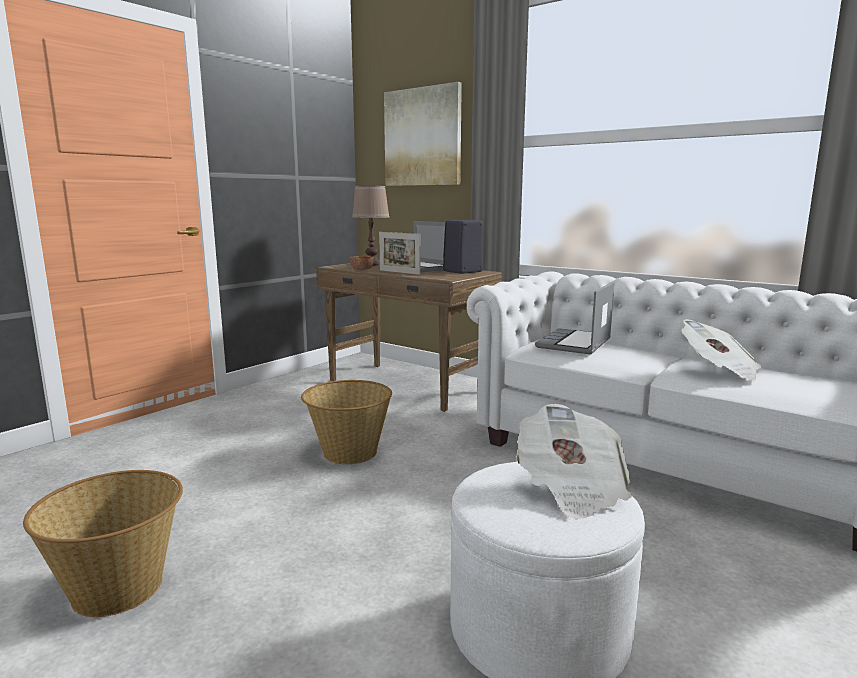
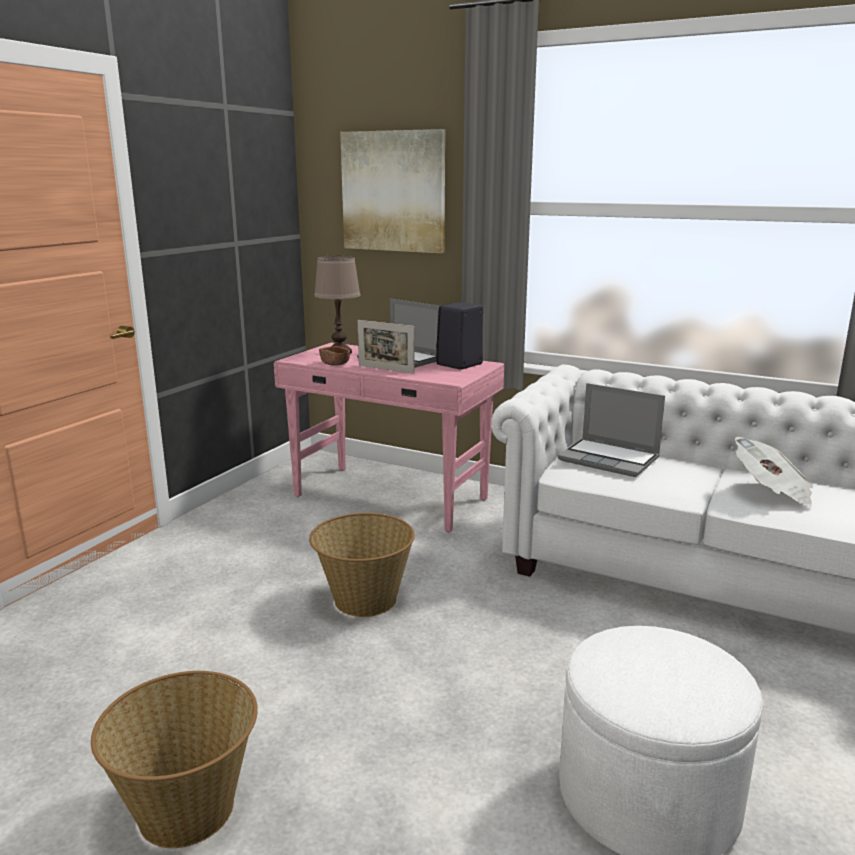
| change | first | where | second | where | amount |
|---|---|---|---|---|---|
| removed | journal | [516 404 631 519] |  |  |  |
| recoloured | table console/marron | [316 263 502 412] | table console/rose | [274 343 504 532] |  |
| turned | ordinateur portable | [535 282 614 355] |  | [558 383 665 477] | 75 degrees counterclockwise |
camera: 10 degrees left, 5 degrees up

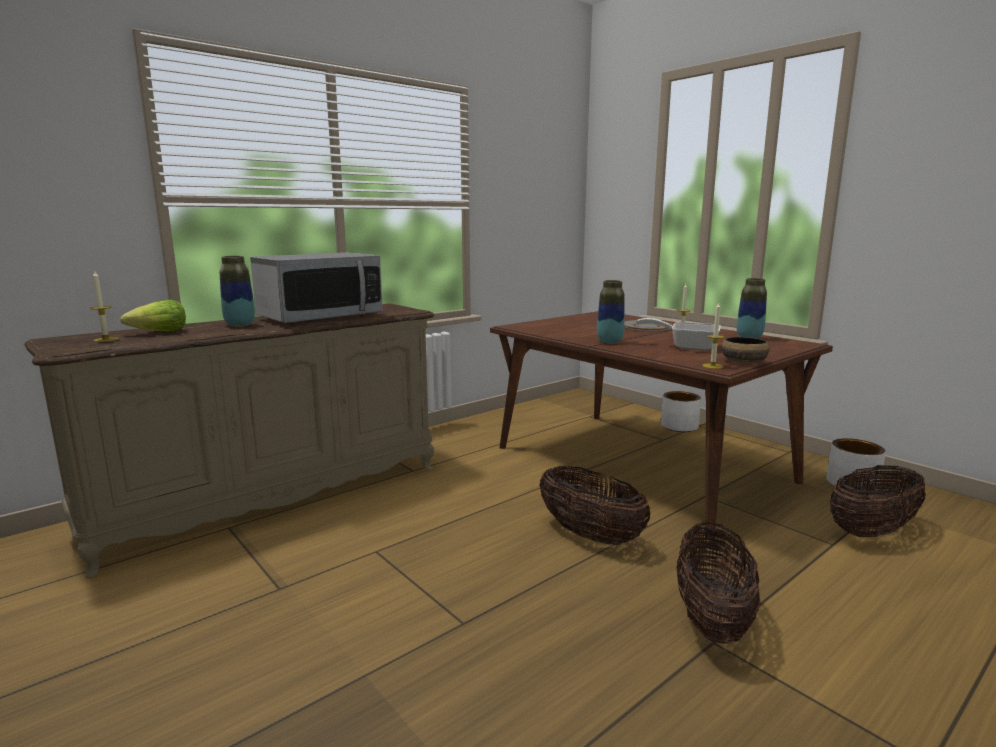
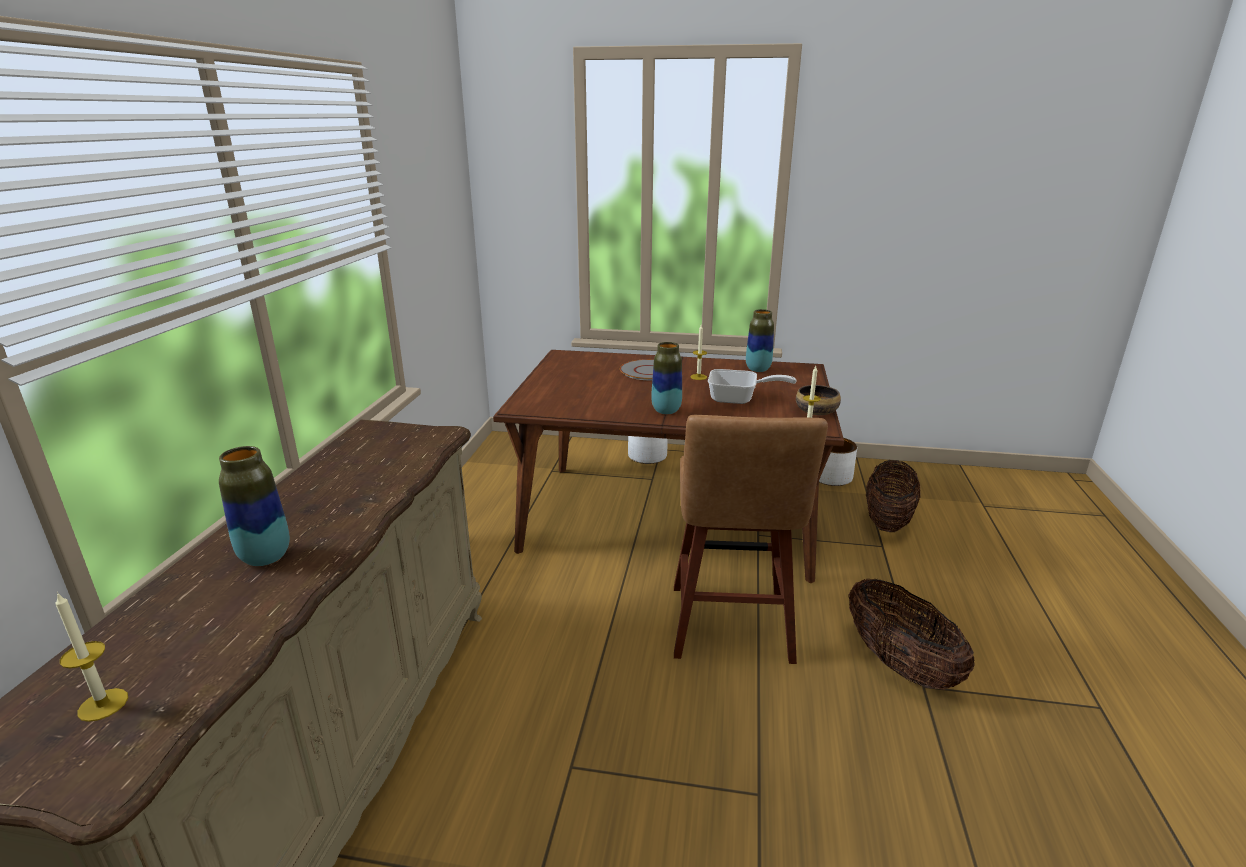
| change | first | where | second | where | amount |
|---|---|---|---|---|---|
| removed | laitue | [120 300 186 332] |  |  |  |
| removed | micro-ondes | [250 253 383 324] |  |  |  |
| replaced | panier | [539 466 651 545] | tabouret/marron | [674 415 828 664] |  |
| turned | poêle | [636 318 721 351] |  | [708 369 796 404] | 150 degrees counterclockwise |
camera: 40 degrees left, 10 degrees up

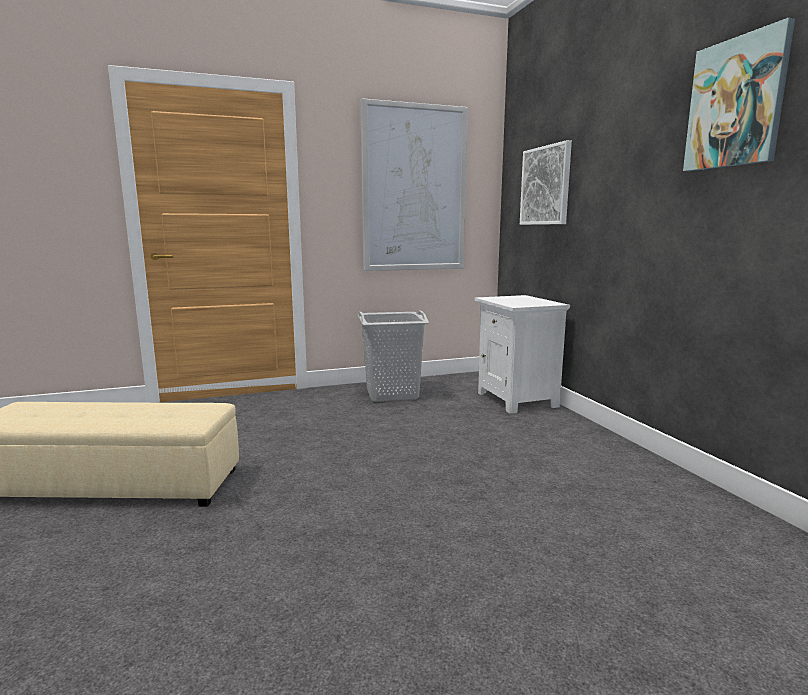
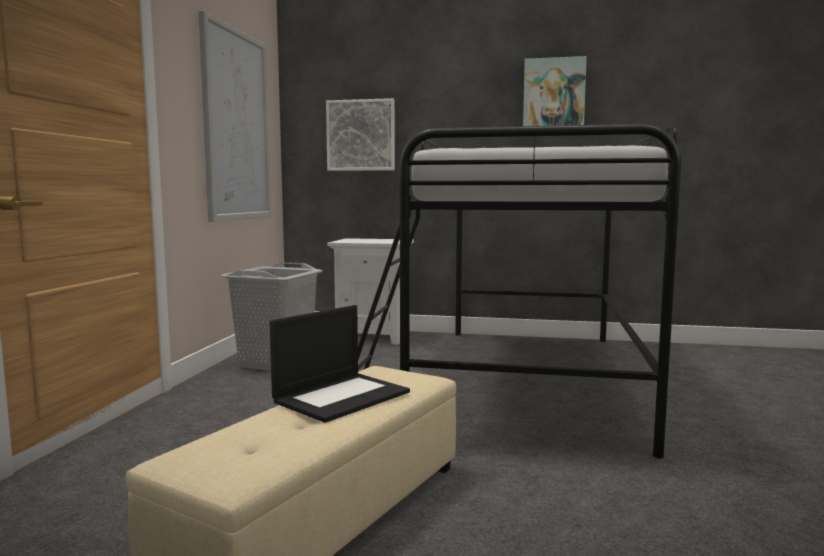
| change | first | where | second | where | amount |
|---|---|---|---|---|---|
| added |  |  | ordinateur portable | [269 305 410 423] |  |
| added |  |  | lit/noir | [358 124 681 458] |  |
camera: 60 degrees left, 5 degrees down

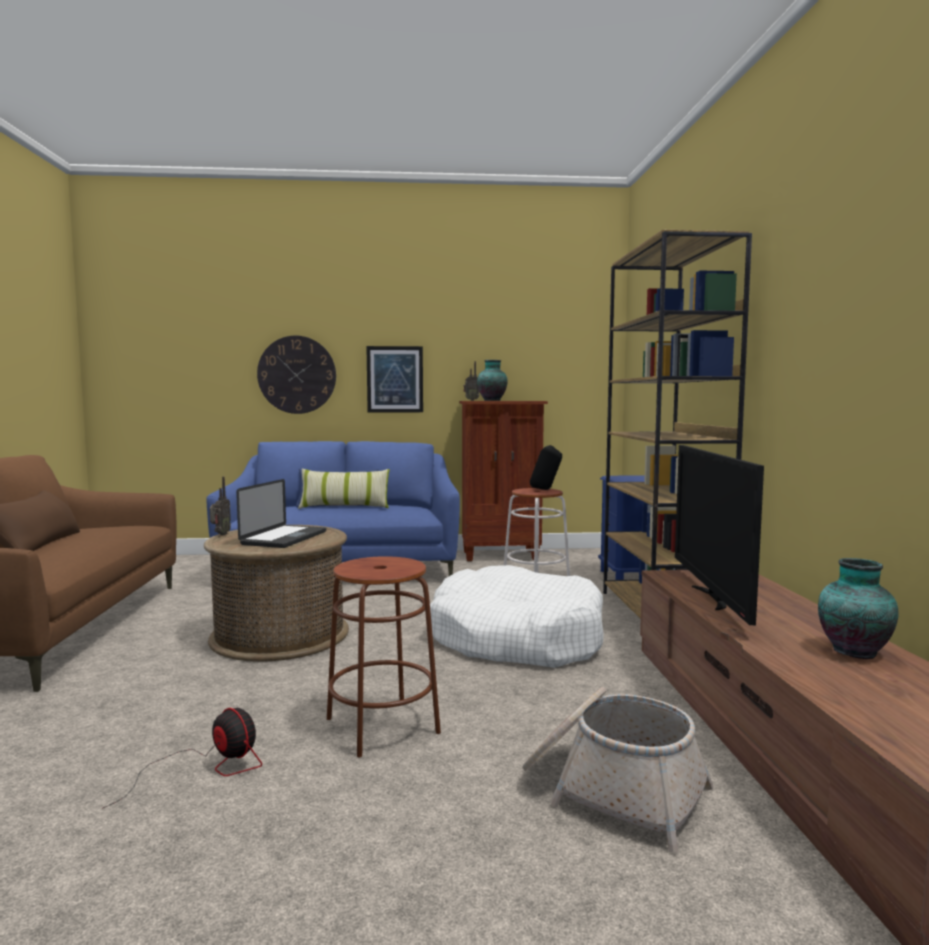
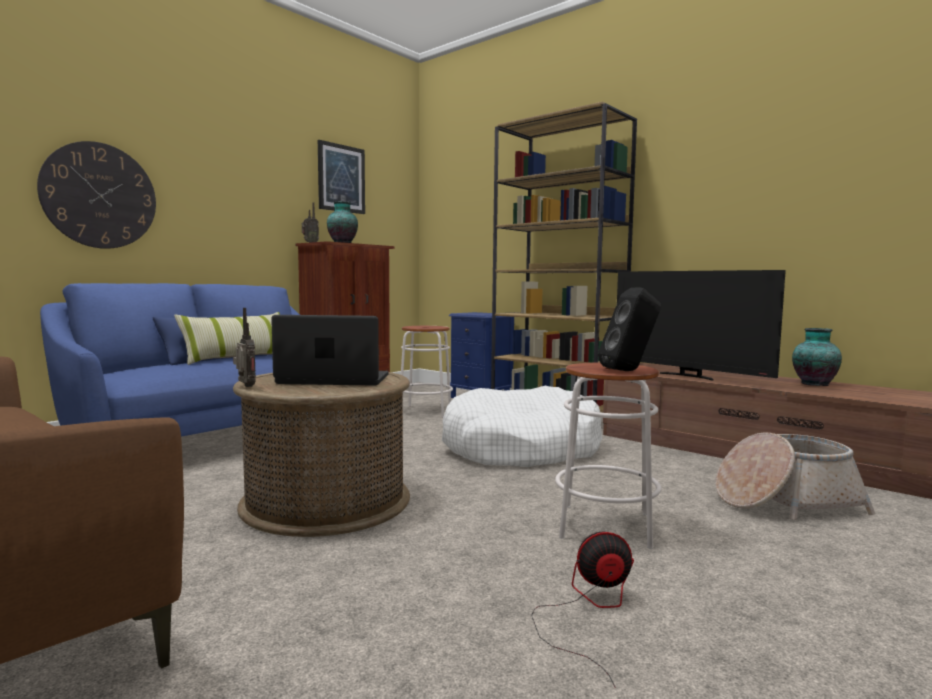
| change | first | where | second | where | amount |
|---|---|---|---|---|---|
| moved | tableau | [366 346 423 412] |  | [318 140 365 214] |  |
| moved | enceinte/noir | [530 445 562 490] |  | [598 287 661 371] |  |
| recoloured | tabouret/marron | [327 556 441 757] | tabouret/blanc | [555 363 661 549] |  |
| turned | ordinateur portable | [236 479 326 548] |  | [271 315 389 386] | 60 degrees counterclockwise |
camera: 45 degrees left, 0 degrees up

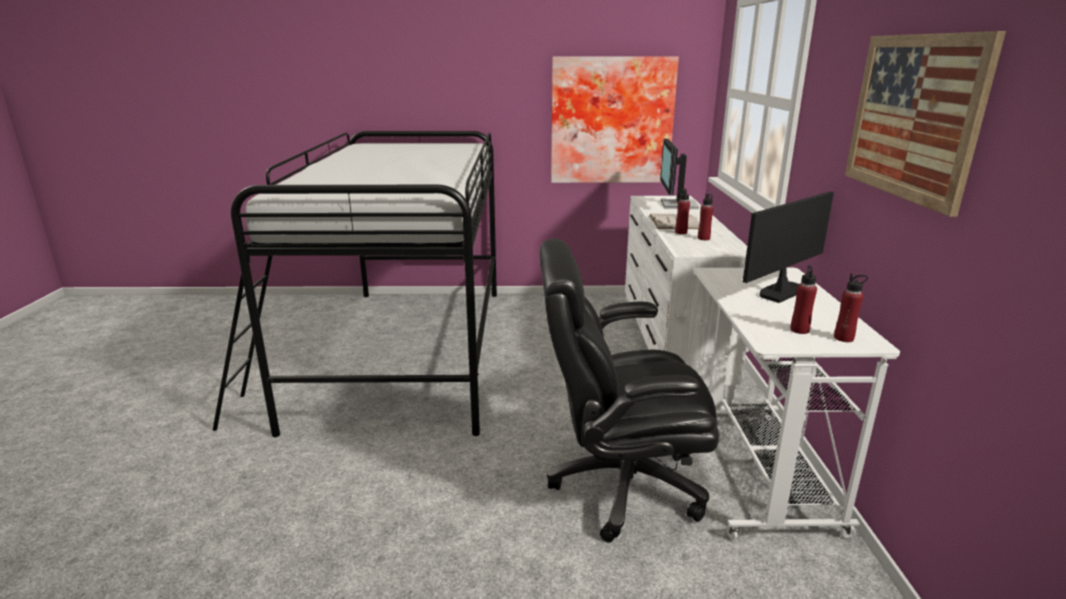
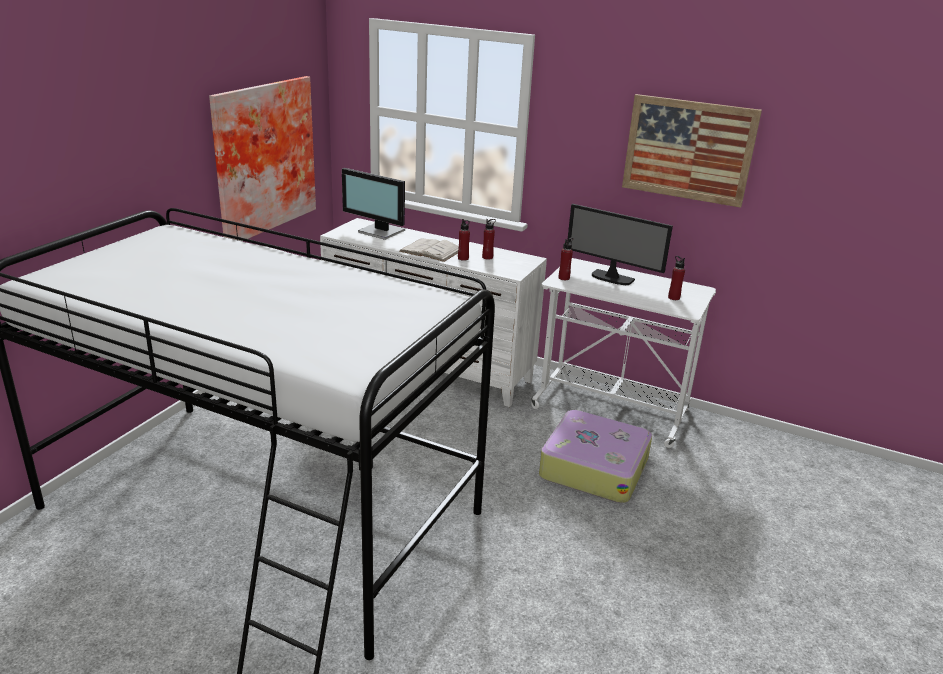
| change | first | where | second | where | amount |
|---|---|---|---|---|---|
| moved | bouteille/rouge | [834 273 868 342] |  | [559 238 573 280] |  |
| replaced | chaise de bureau/noir | [540 238 719 543] | valise | [539 410 652 503] |  |
| turned | écran d'ordinateur | [743 192 834 303] |  | [567 204 673 285] | 45 degrees counterclockwise |
camera: 65 degrees left, 5 degrees up

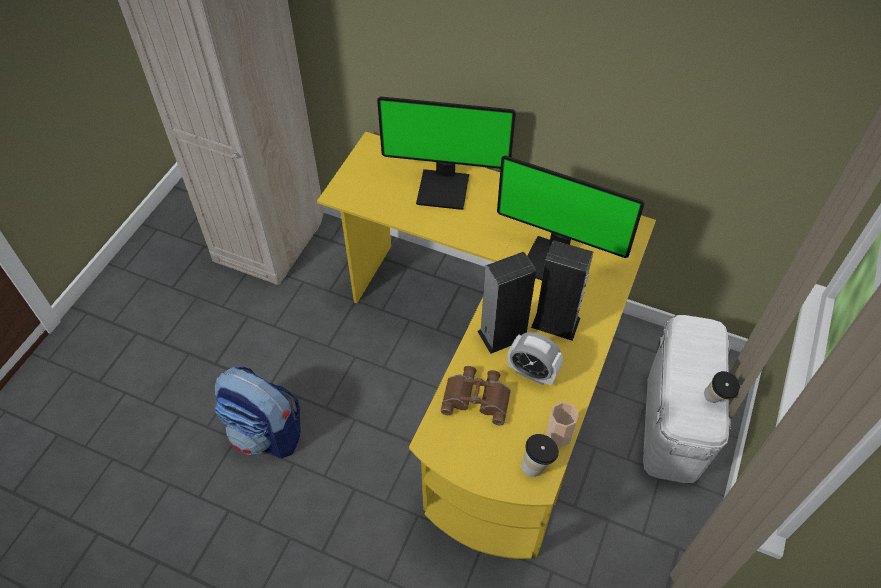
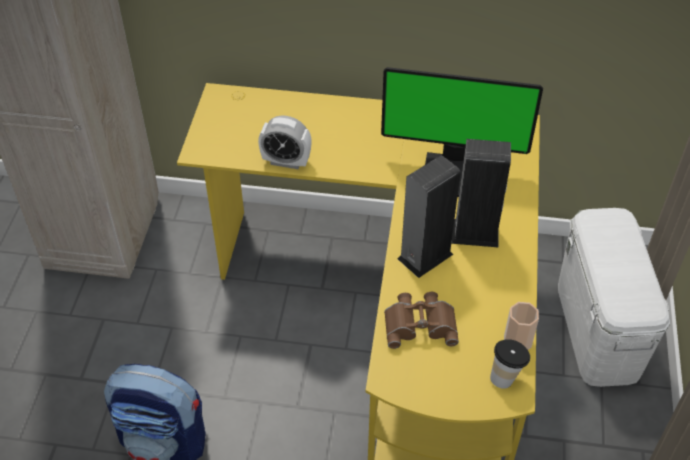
| change | first | where | second | where | amount |
|---|---|---|---|---|---|
| removed | écran d'ordinateur | [377 96 516 210] |  |  |  |
| removed | tasse | [704 371 740 403] |  |  |  |
| moved | réveil | [508 332 563 385] |  | [258 115 311 169] |  |
camera: 15 degrees left, 5 degrees down

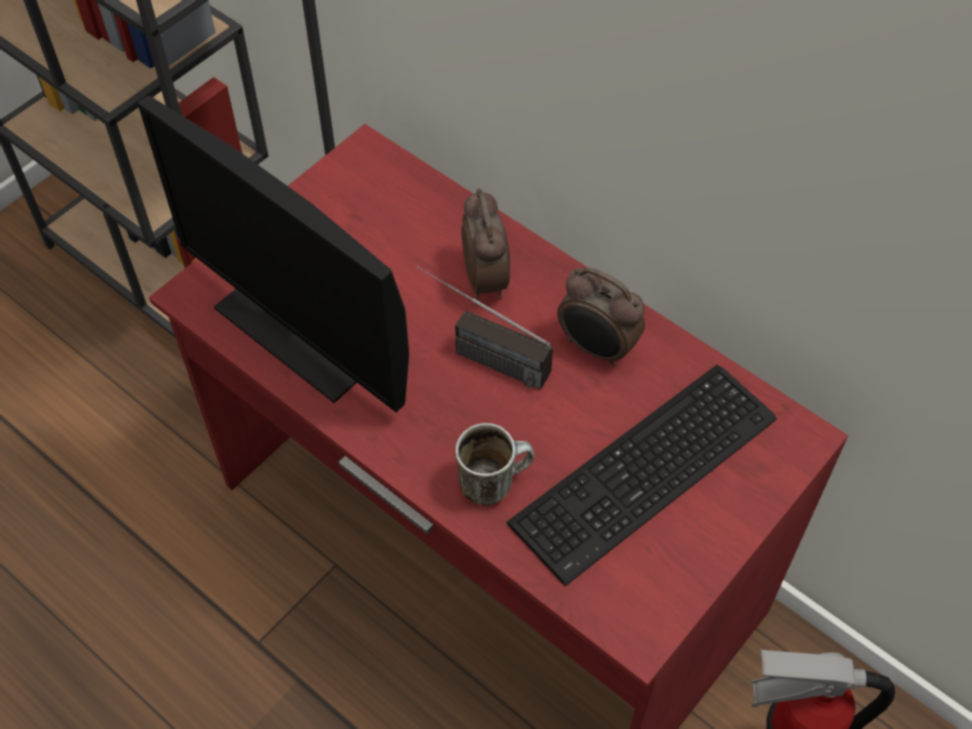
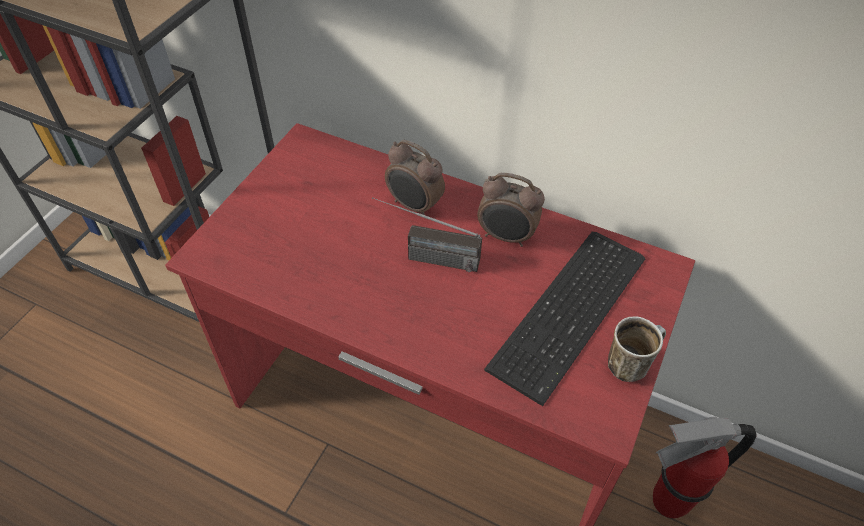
| change | first | where | second | where | amount |
|---|---|---|---|---|---|
| removed | écran d'ordinateur | [137 96 409 412] |  |  |  |
| moved | mug | [455 423 534 505] |  | [608 316 666 382] |  |
| turned | réveil | [461 188 510 299] |  | [385 140 445 216] | 150 degrees clockwise |
camera: 15 degrees left, 5 degrees down

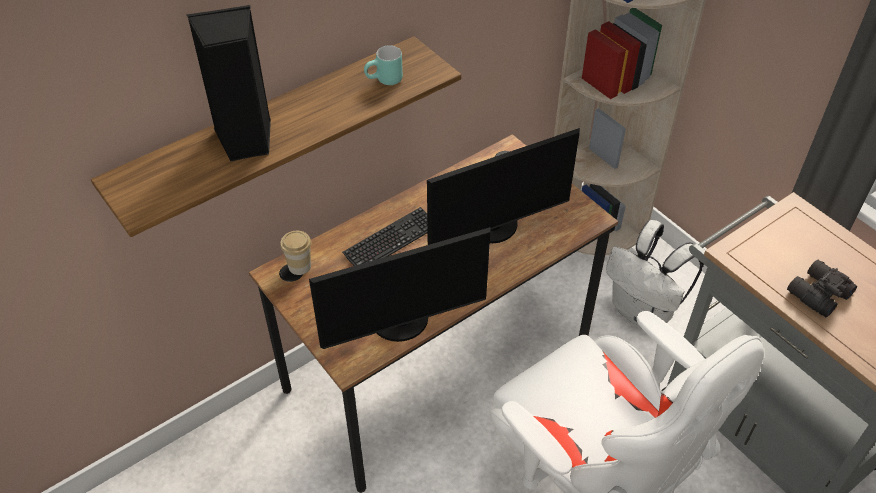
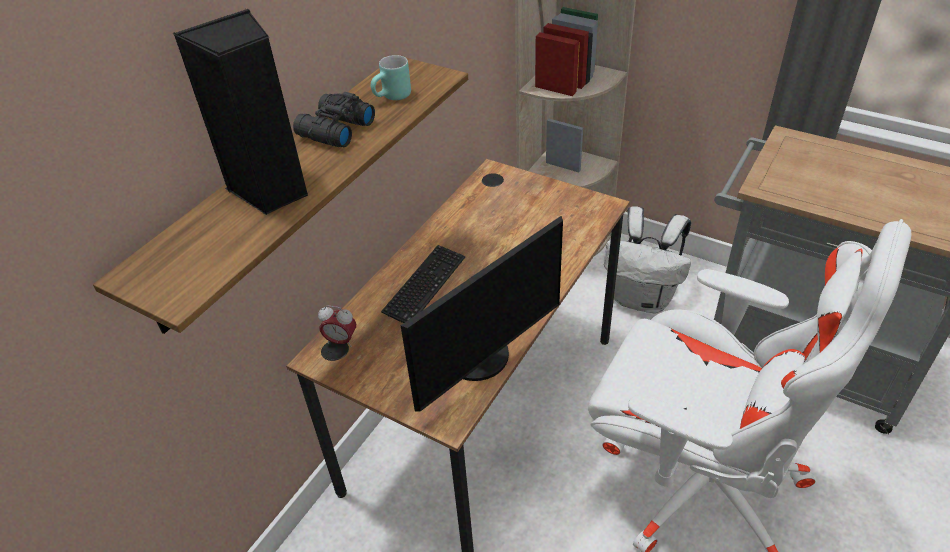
| change | first | where | second | where | amount |
|---|---|---|---|---|---|
| removed | écran d'ordinateur | [427 128 580 245] |  |  |  |
| moved | jumelles/noir | [787 260 857 317] |  | [293 92 375 147] |  |
| replaced | tasse | [280 231 311 275] | réveil | [318 305 356 347] |  |
camera: 20 degrees left, 5 degrees down

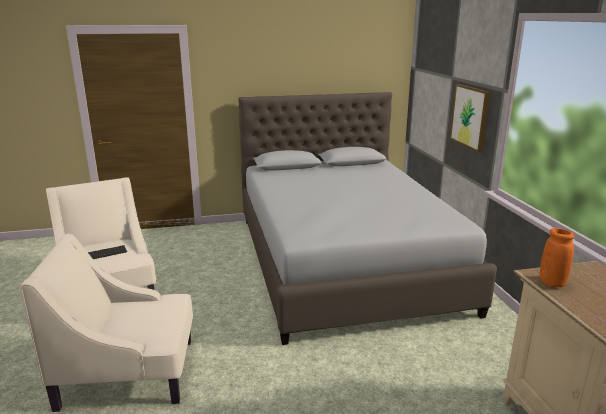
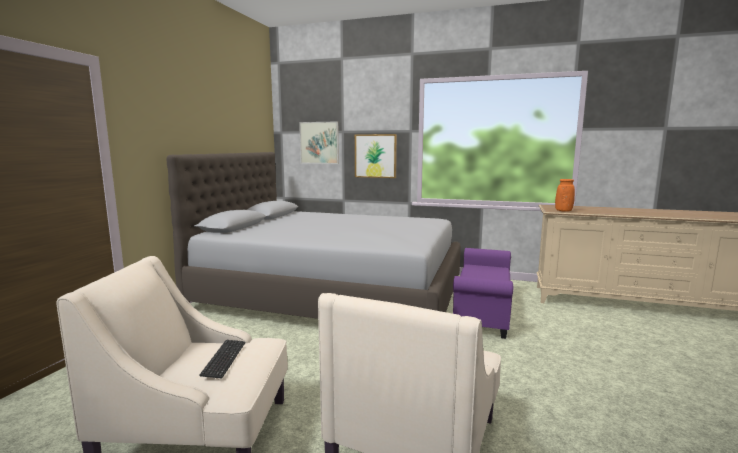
| change | first | where | second | where | amount |
|---|---|---|---|---|---|
| added |  |  | tableau | [299 121 339 164] |  |
| added |  |  | pouf/violet | [453 248 513 339] |  |
camera: 60 degrees left, 10 degrees down

